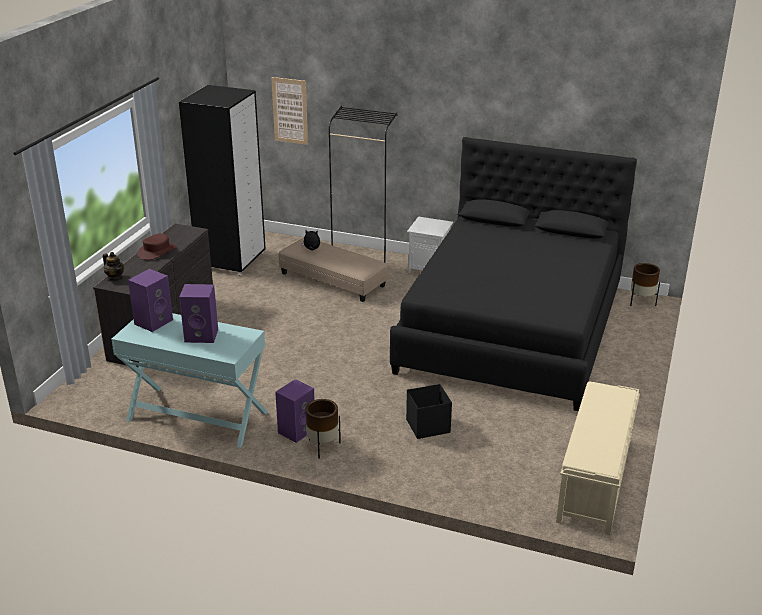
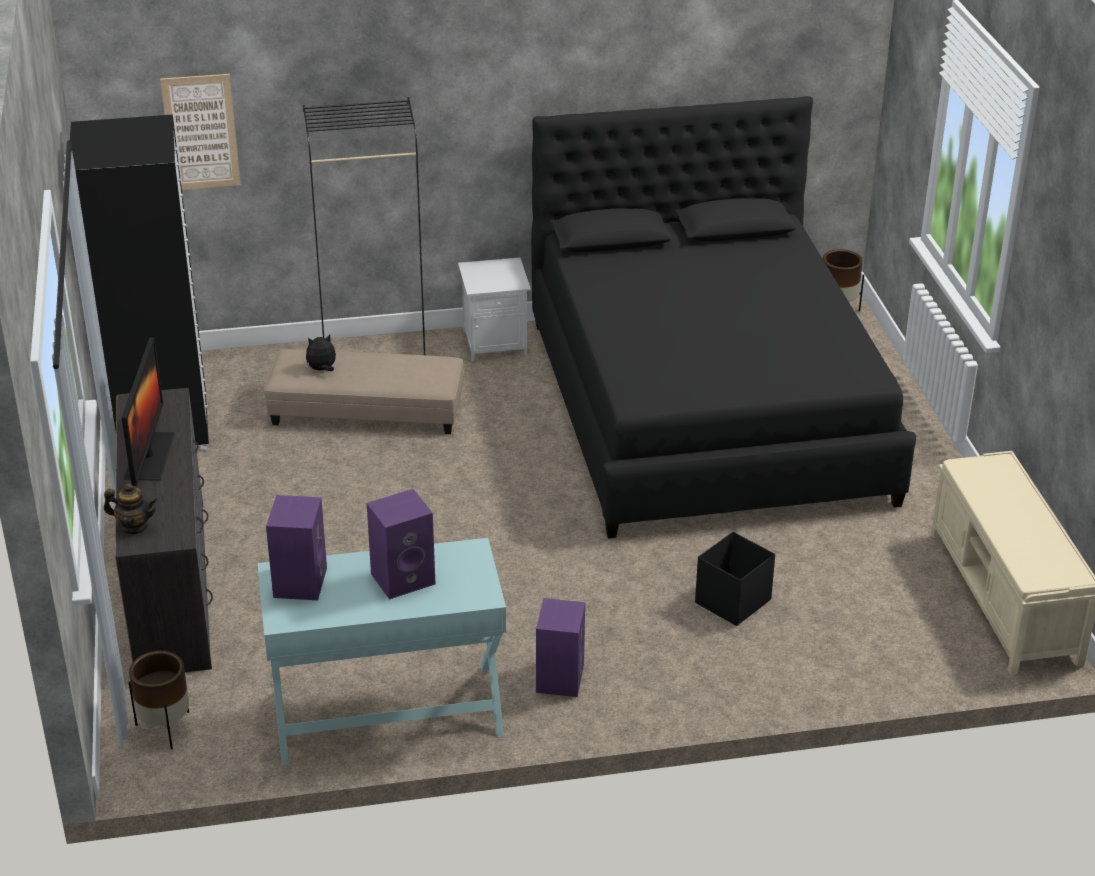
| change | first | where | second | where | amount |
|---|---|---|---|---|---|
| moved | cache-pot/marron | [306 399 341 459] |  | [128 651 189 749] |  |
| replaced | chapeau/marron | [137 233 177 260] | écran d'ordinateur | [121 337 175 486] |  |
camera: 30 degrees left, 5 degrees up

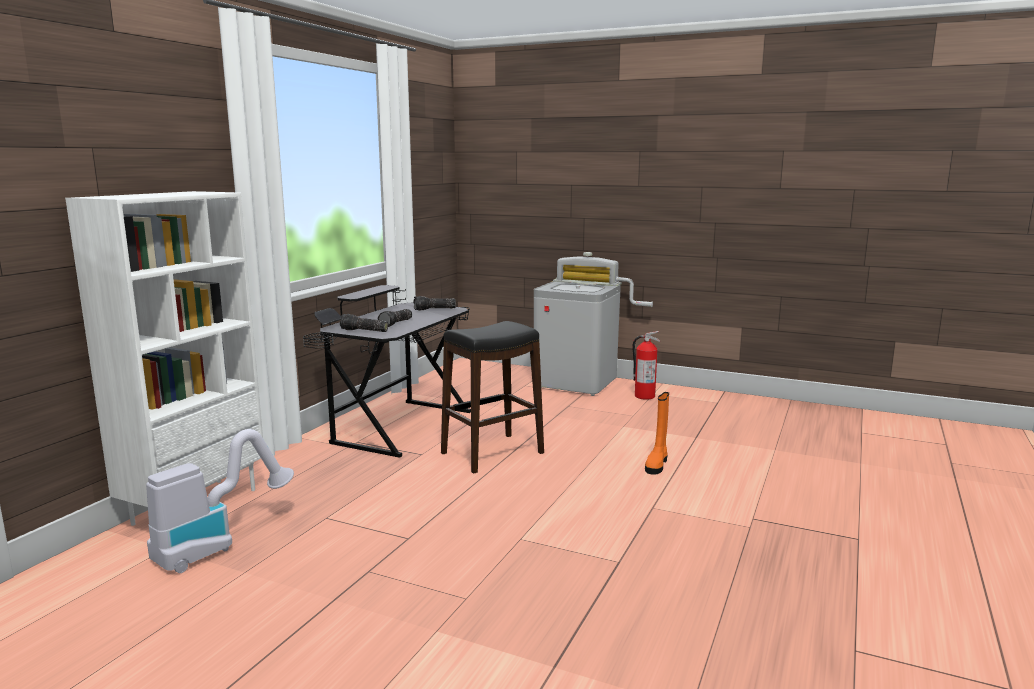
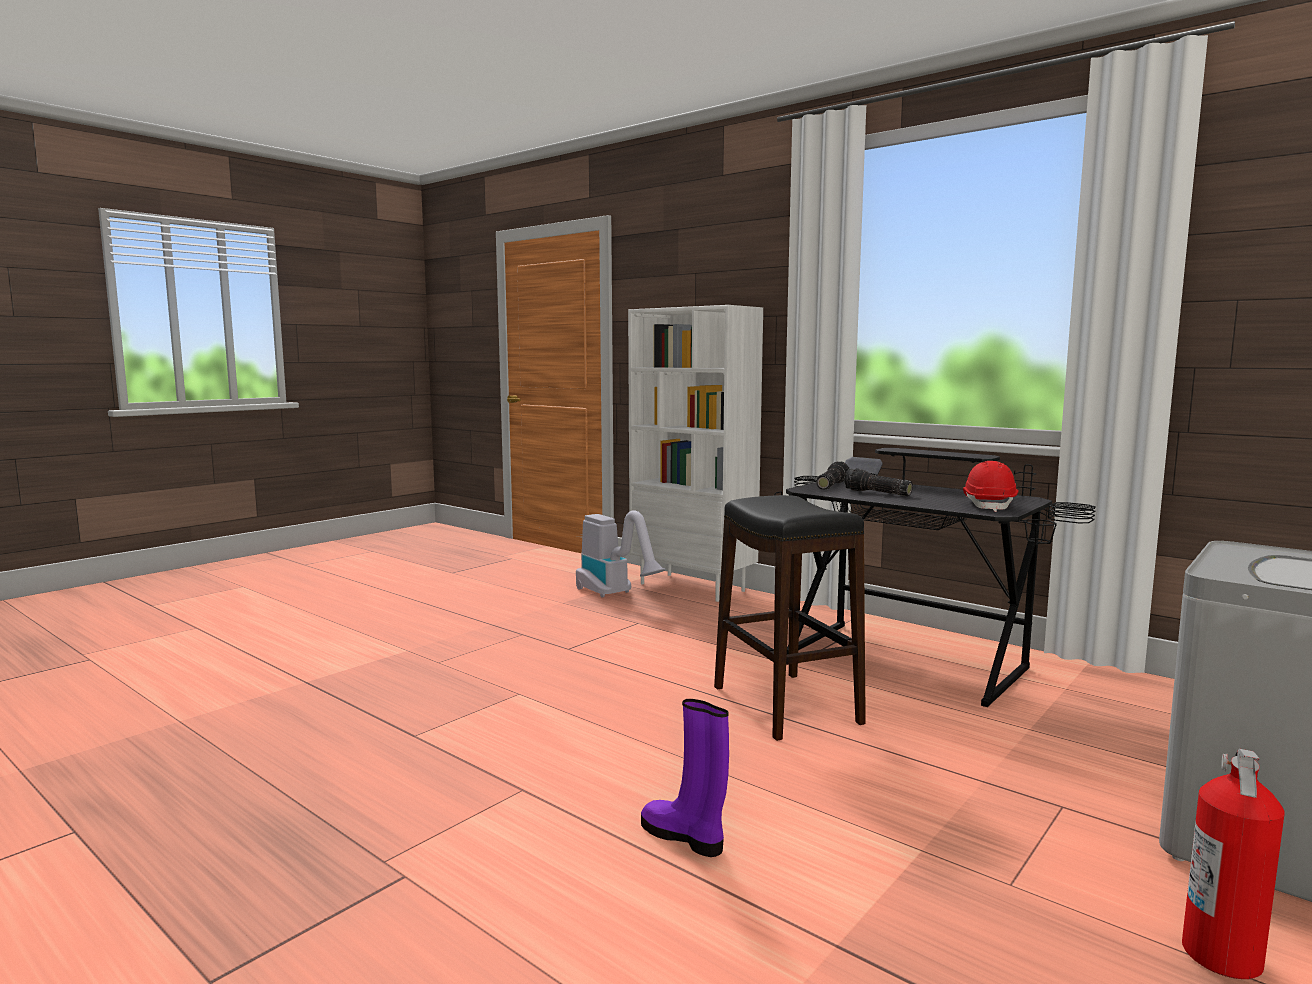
| change | first | where | second | where | amount |
|---|---|---|---|---|---|
| replaced | lampe de poche | [413 296 456 311] | casque de chantier/rouge | [963 461 1019 512] |  |
| recoloured | botte/orange | [645 392 669 475] | botte/violet | [641 699 729 857] |  |
camera: 105 degrees right, 5 degrees down

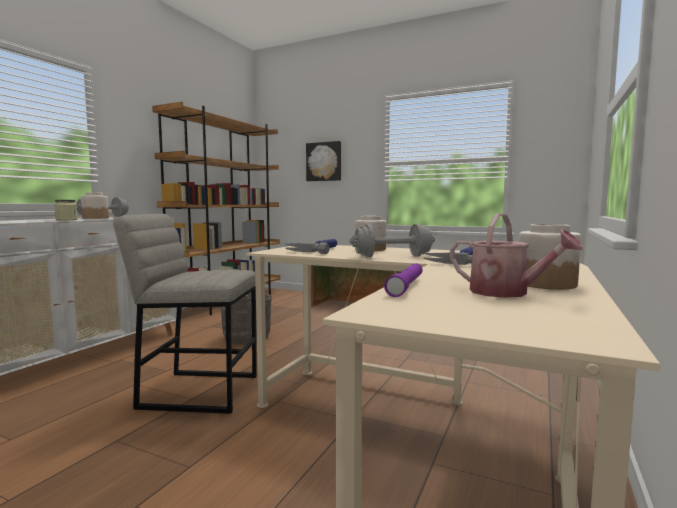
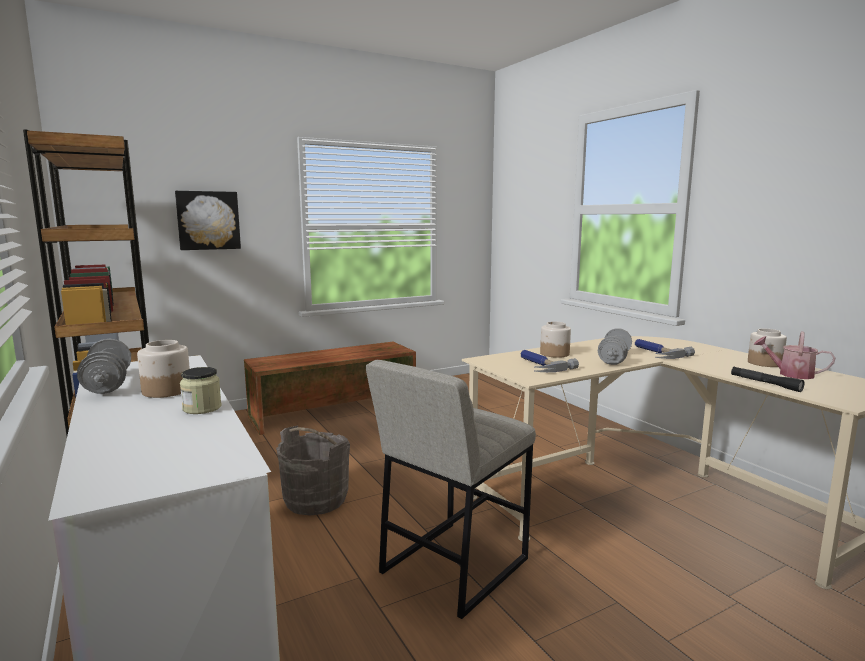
| change | first | where | second | where | amount |
|---|---|---|---|---|---|
| recoloured | lampe de poche/violet | [384 263 423 297] | lampe de poche/noir | [731 367 804 392] |  |
| turned | arrosoir | [450 213 583 298] |  | [753 332 835 379] | 135 degrees counterclockwise |
camera: 55 degrees left, 5 degrees up

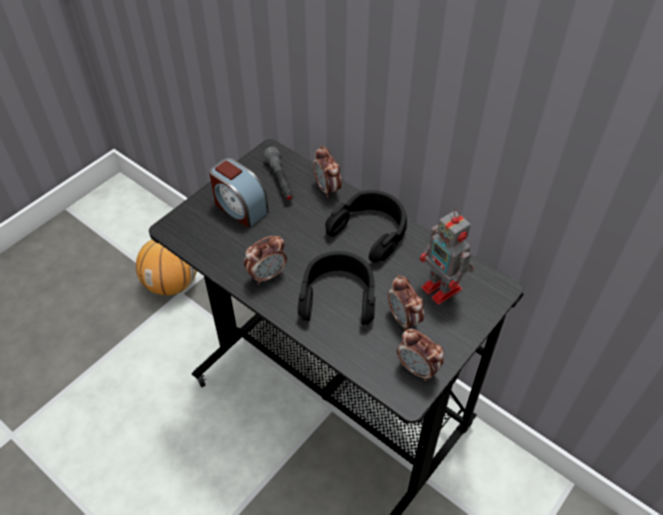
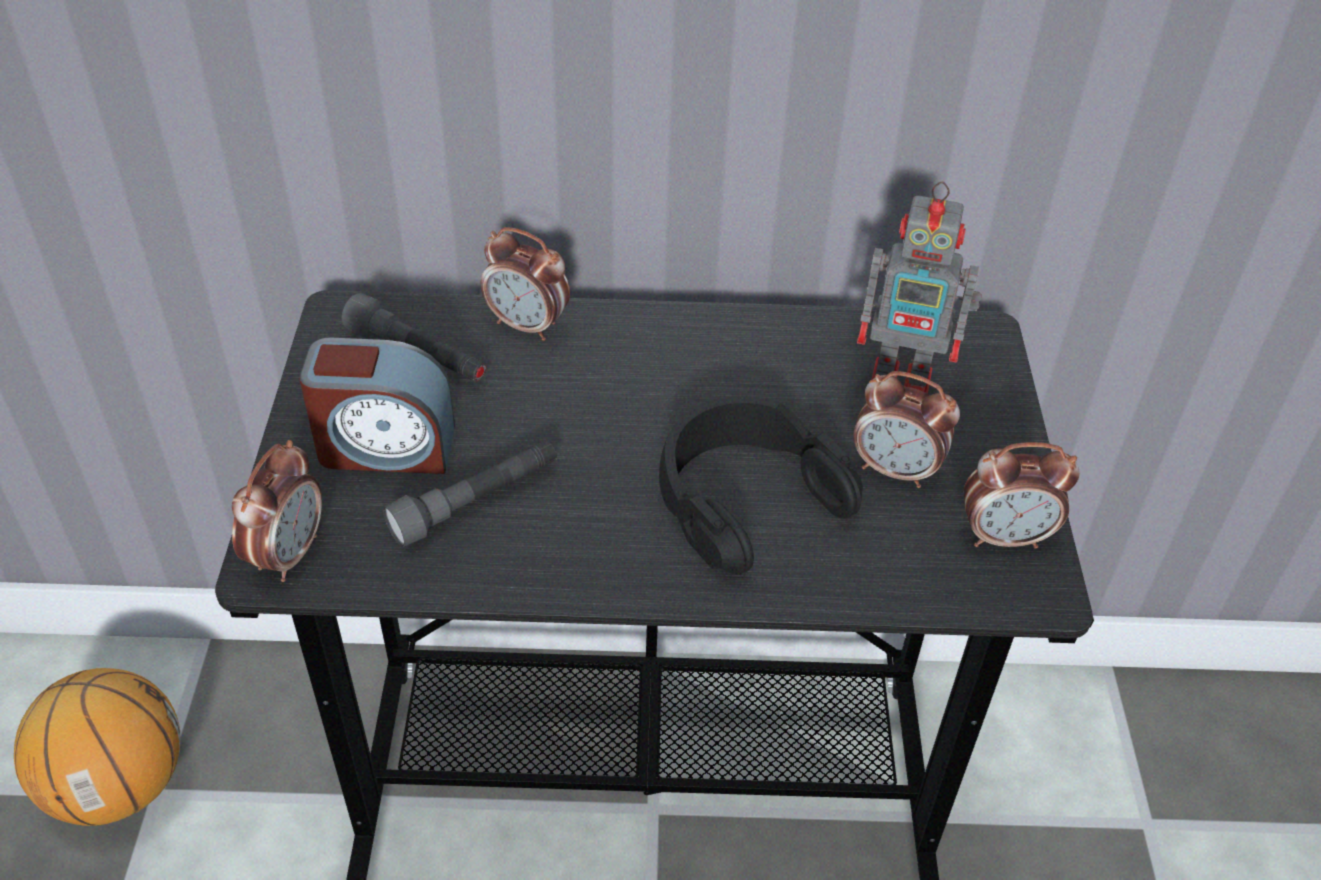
| change | first | where | second | where | amount |
|---|---|---|---|---|---|
| removed | casque audio/noir | [325 190 407 263] |  |  |  |
| added |  |  | lampe de poche/gris | [383 440 557 547] |  |
| moved | réveil | [244 236 287 285] |  | [232 440 322 582] |  |
camera: 40 degrees left, 5 degrees down

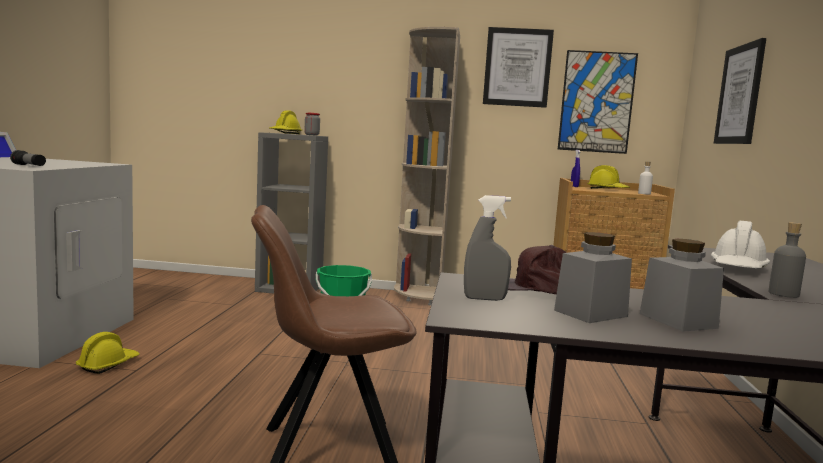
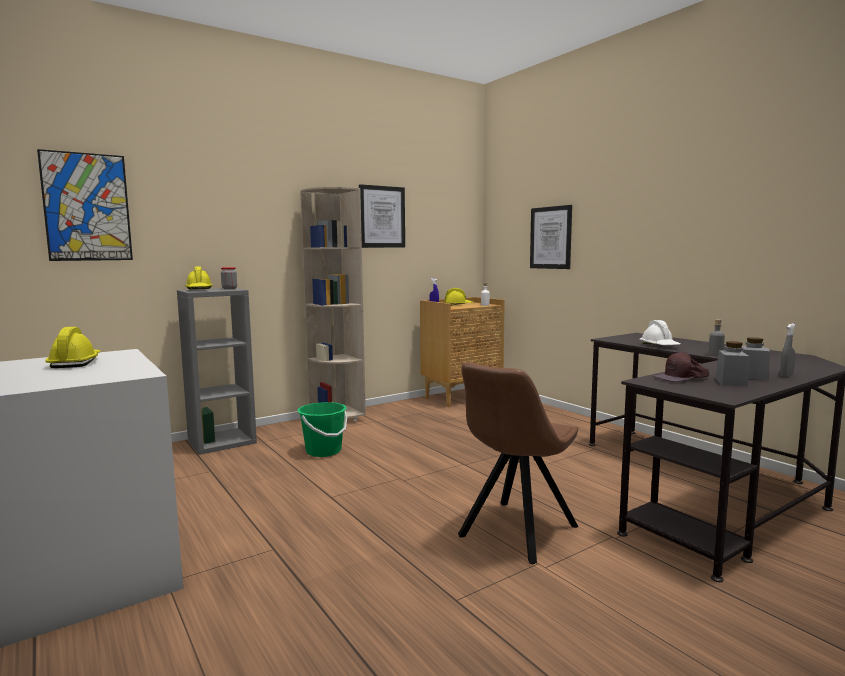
| change | first | where | second | where | amount |
|---|---|---|---|---|---|
| removed | lampe de poche | [10 150 46 166] |  |  |  |
| moved | casque de chantier/jaune | [76 332 140 374] |  | [45 327 101 368] |  |
| moved | vaporisateur/gris | [464 195 511 301] |  | [780 323 796 378] |  |
| moved | tableau | [558 50 638 154] |  | [37 149 133 261] |  |
camera: 40 degrees left, 0 degrees up

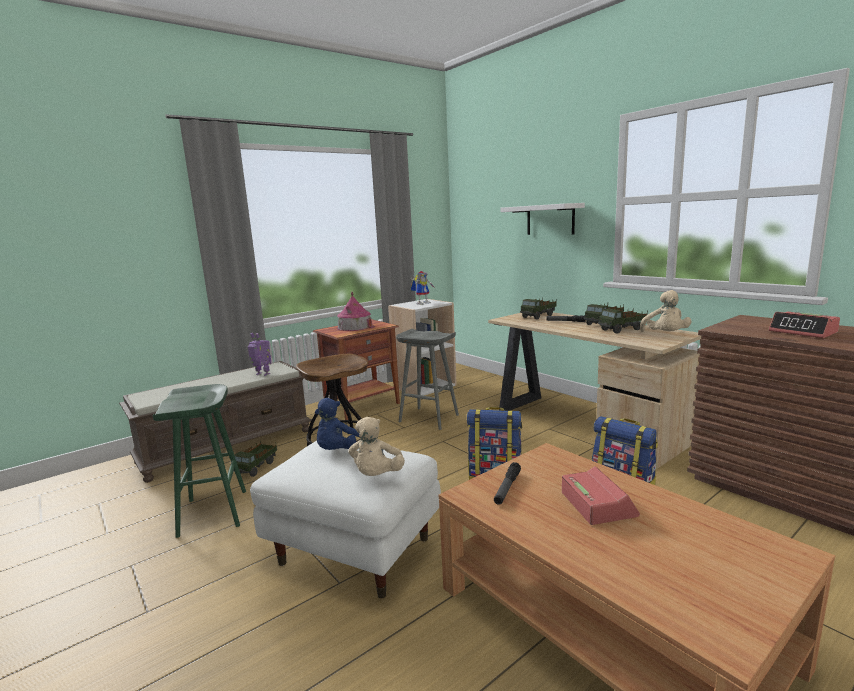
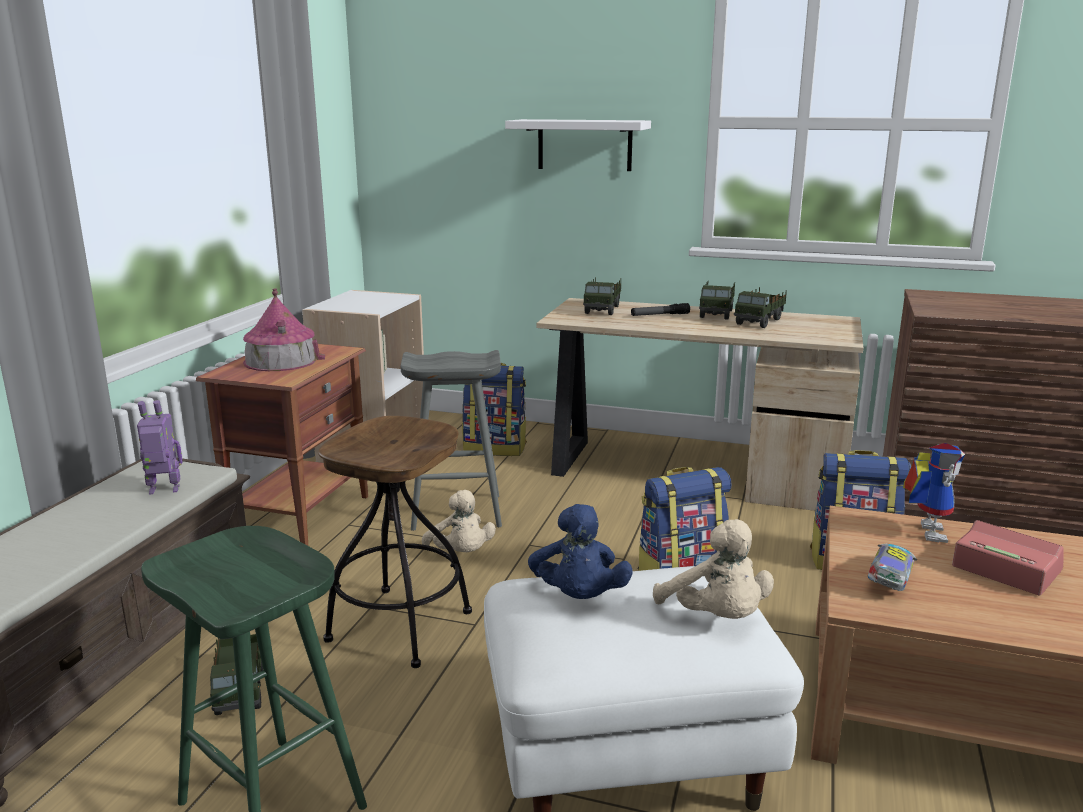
| change | first | where | second | where | amount |
|---|---|---|---|---|---|
| removed | réveil | [769 312 840 338] |  |  |  |
| added |  |  | sac à dos | [462 363 527 456] |  |
| moved | robot jouet | [410 271 435 305] |  | [903 443 965 543] |  |
| moved | peluche/beige | [640 290 691 332] |  | [422 490 496 552] |  |
| replaced | lampe de poche | [494 462 521 505] | petite voiture | [867 544 917 591] |  |
camera: 35 degrees left, 5 degrees up

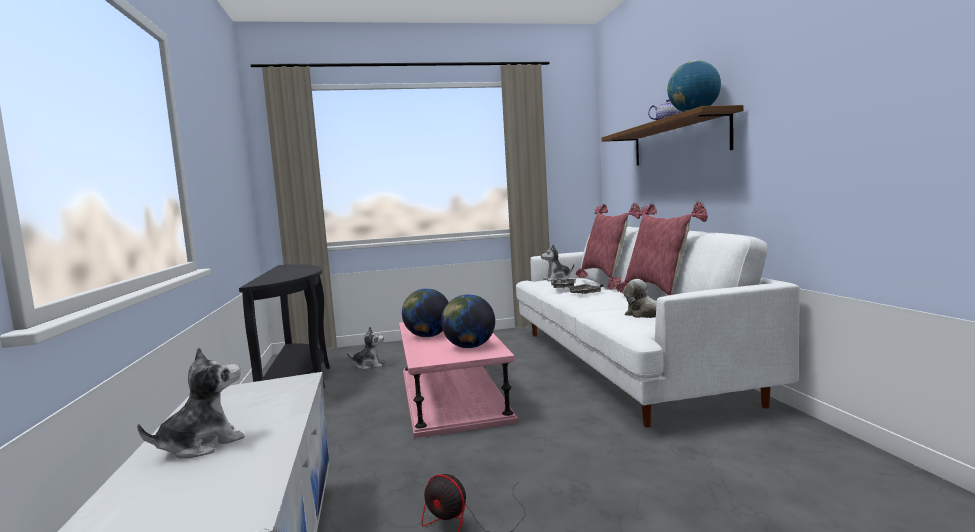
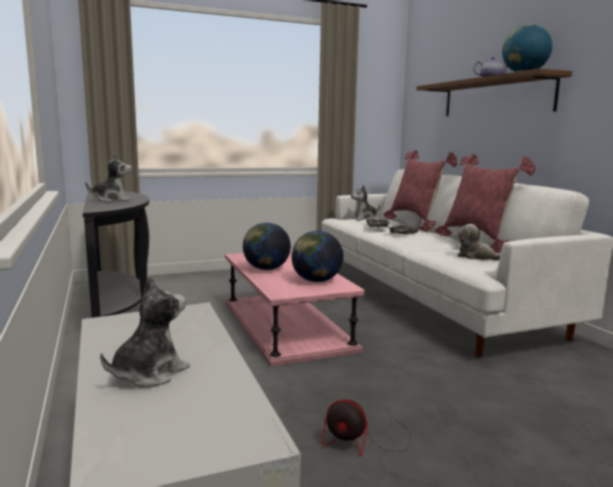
| change | first | where | second | where | amount |
|---|---|---|---|---|---|
| moved | peluche | [347 327 384 369] |  | [85 154 132 202] |  |
camera: 10 degrees left, 5 degrees up

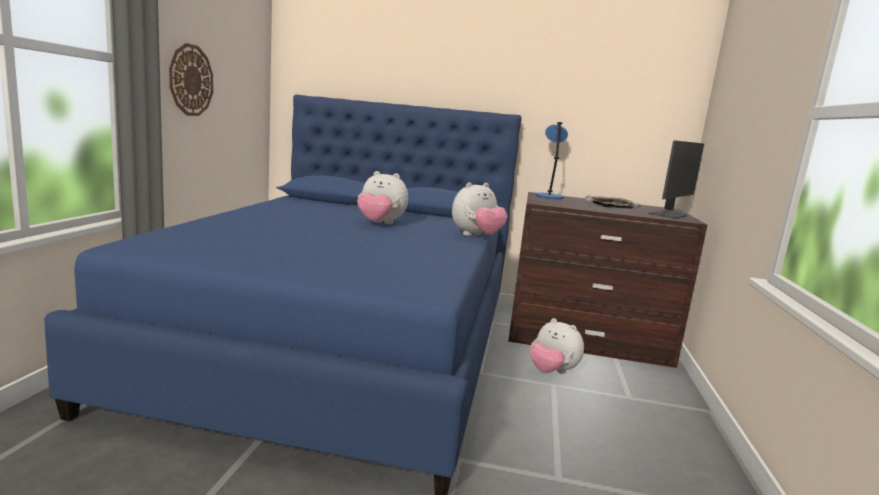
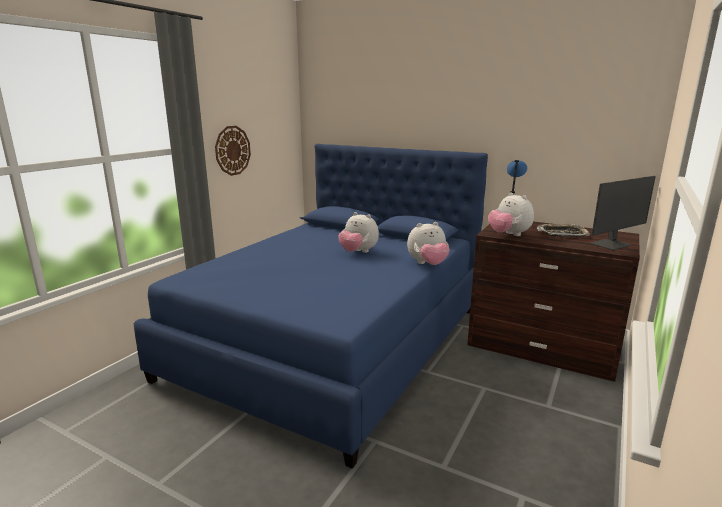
| change | first | where | second | where | amount |
|---|---|---|---|---|---|
| moved | peluche | [530 318 584 374] |  | [488 192 534 236] |  |
camera: 20 degrees right, 5 degrees up

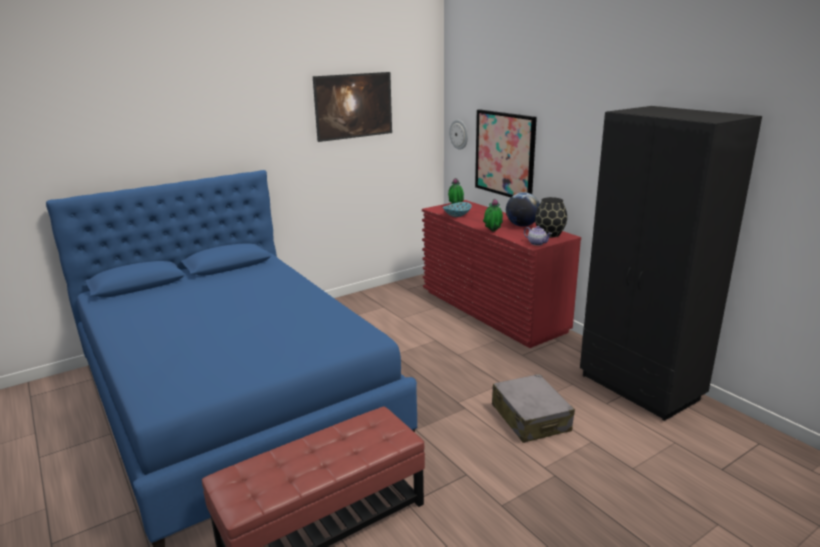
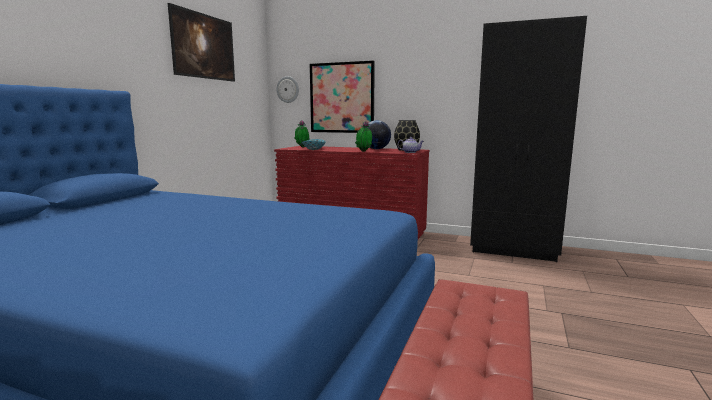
| change | first | where | second | where | amount |
|---|---|---|---|---|---|
| removed | valise/gris | [492 374 575 443] |  |  |  |
camera: 35 degrees left, 10 degrees down

